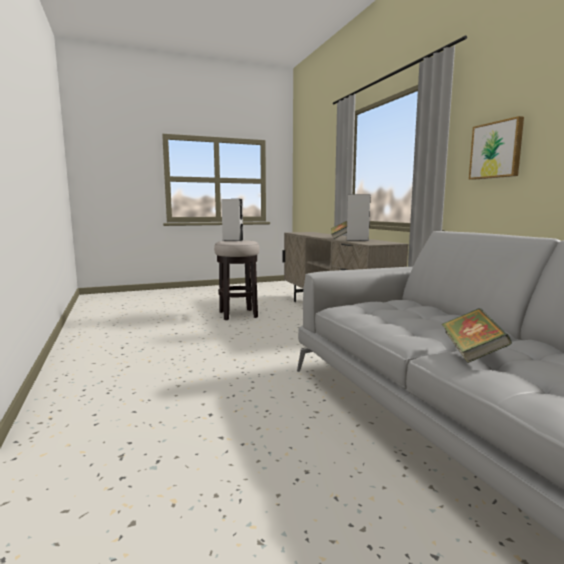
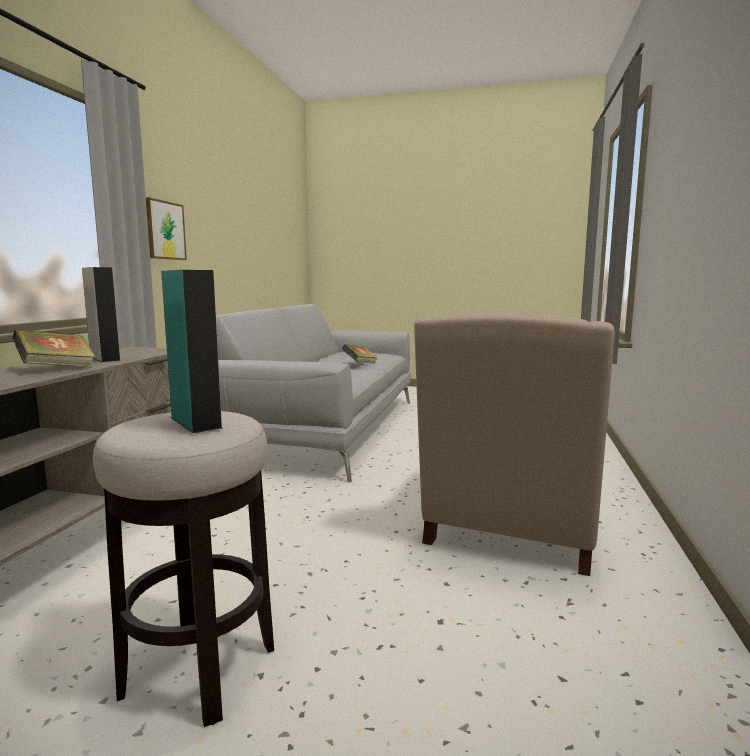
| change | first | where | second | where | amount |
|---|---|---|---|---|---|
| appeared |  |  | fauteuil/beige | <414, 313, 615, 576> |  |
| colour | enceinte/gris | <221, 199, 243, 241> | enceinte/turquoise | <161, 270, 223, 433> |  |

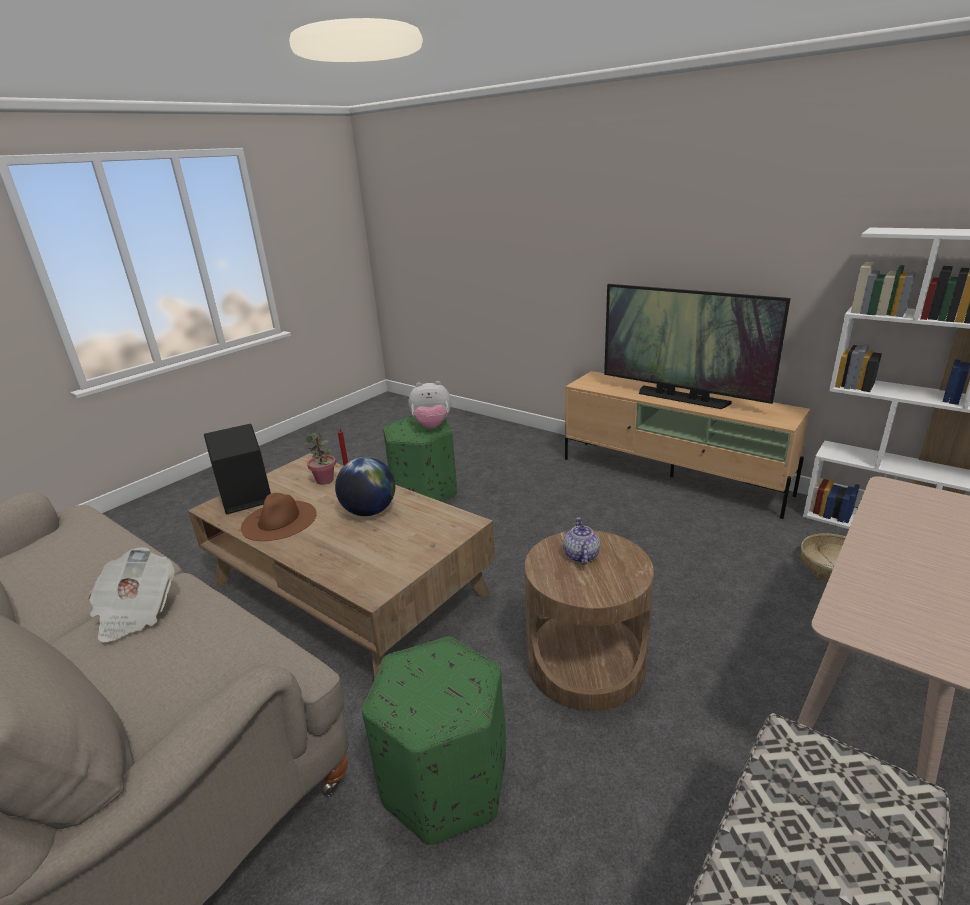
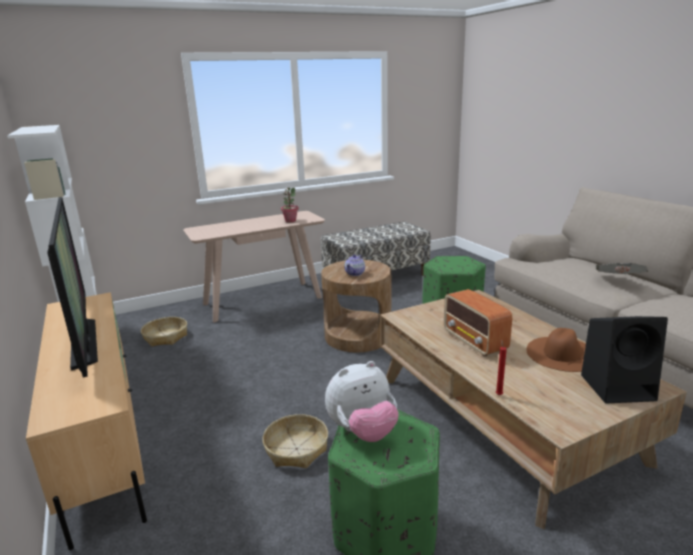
| change | first | where | second | where | amount |
|---|---|---|---|---|---|
| appeared |  |  | panier | <262, 414, 328, 468> |  |
| relocated | plante en pot | <306, 432, 336, 485> |  | <281, 188, 299, 223> |  |
| exchanged | globe | <335, 457, 395, 516> | radio | <444, 289, 512, 357> |  |
| spun | peluche | <408, 381, 451, 429> |  | <325, 361, 399, 442> | 135 degrees clockwise |

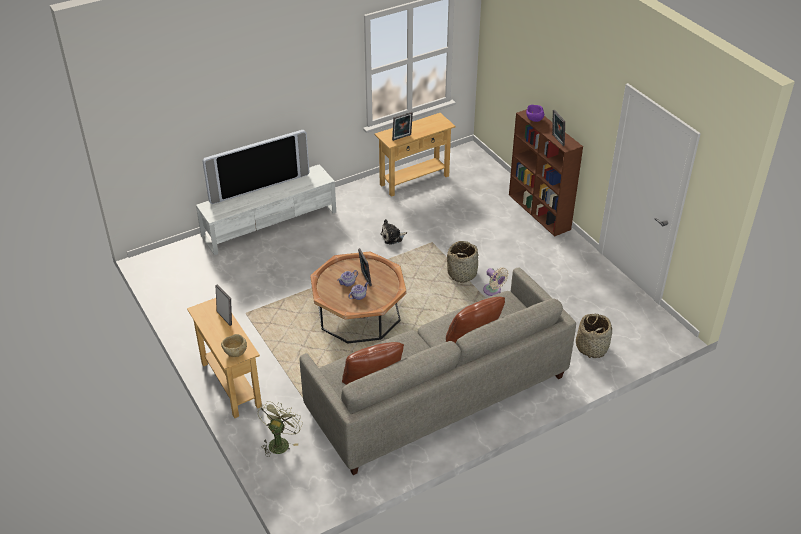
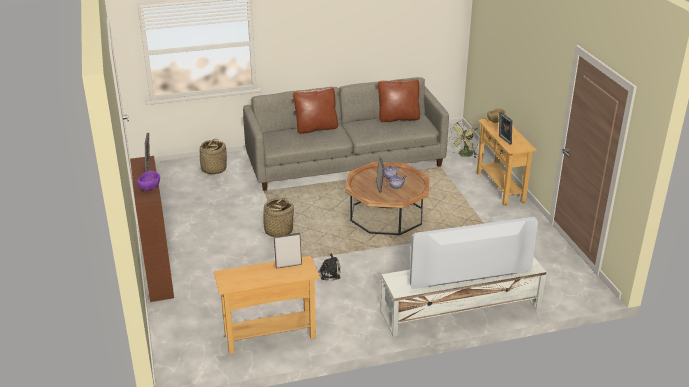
| change | first | where | second | where | amount |
|---|---|---|---|---|---|
| missing | ventilateur/beige | <483, 268, 509, 296> |  |  |  |

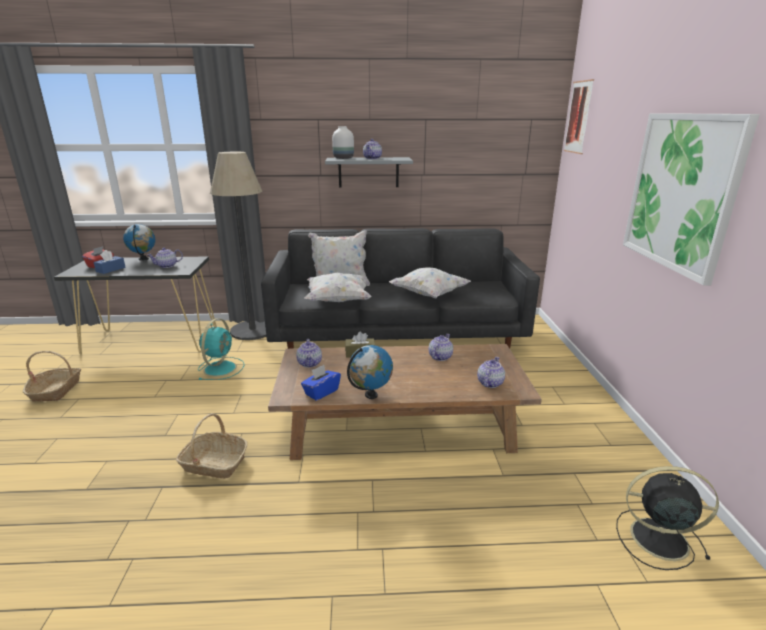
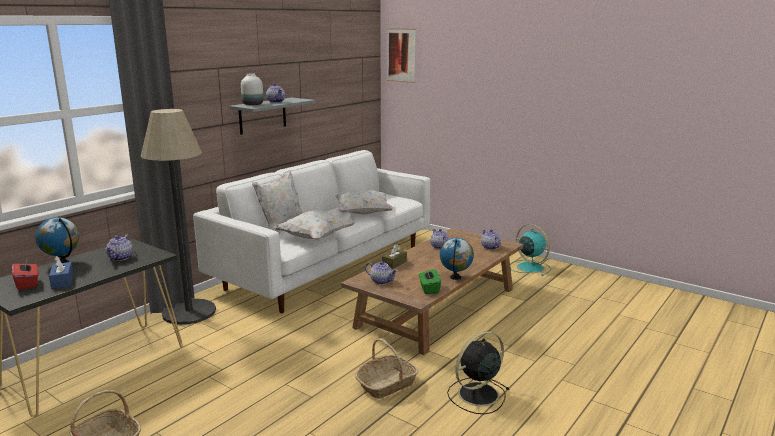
| change | first | where | second | where | amount |
|---|---|---|---|---|---|
| missing | tableau | <623, 113, 760, 286> |  |  |  |
| relocated | ventilateur/turquoise | <198, 318, 245, 380> |  | <510, 224, 551, 276> |  |
| relocated | ventilateur/noir | <616, 466, 719, 570> |  | <447, 331, 509, 414> |  |
| colour | canapé/noir | <261, 228, 540, 349> | canapé/blanc | <193, 150, 431, 313> |  |
| colour | boîte à mouchoirs/bleu | <301, 365, 341, 401> | boîte à mouchoirs/vert | <419, 267, 441, 294> |  |

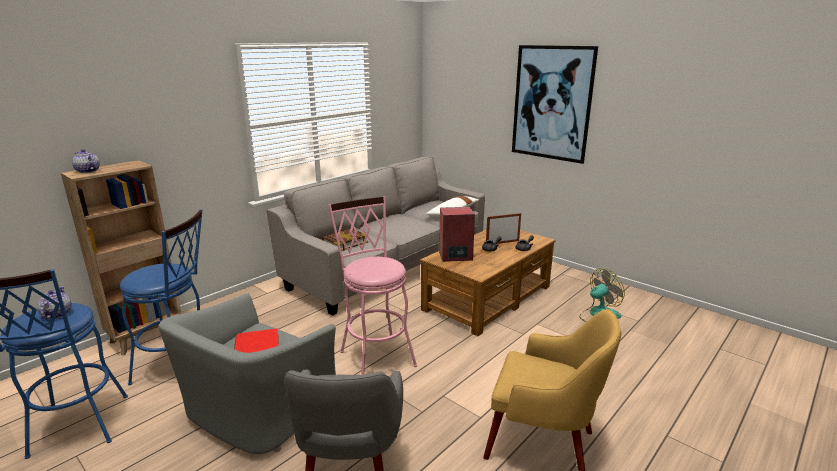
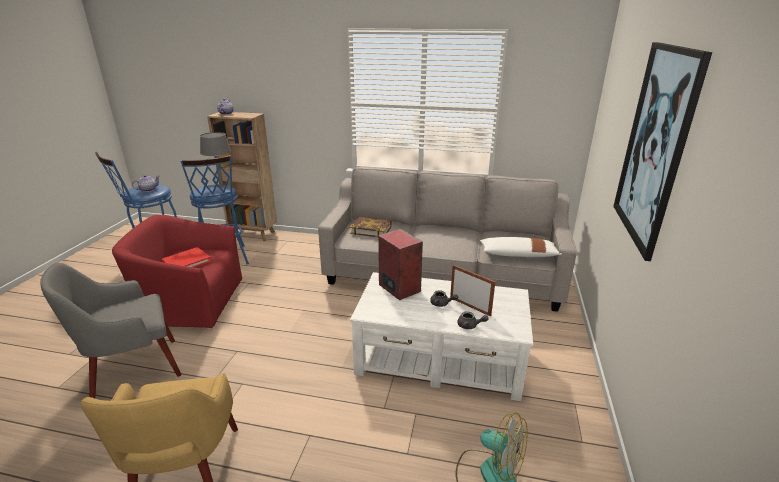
| change | first | where | second | where | amount |
|---|---|---|---|---|---|
| missing | tabouret/rose | <328, 196, 417, 375> |  |  |  |
| appeared |  |  | lampe de table/gris | <200, 132, 231, 187> |  |
| colour | fauteuil/gris | <158, 293, 336, 454> | fauteuil/rouge | <112, 215, 242, 331> |  |
| colour | table basse/marron | <420, 229, 556, 336> | table basse/blanc | <350, 272, 533, 401> |  |

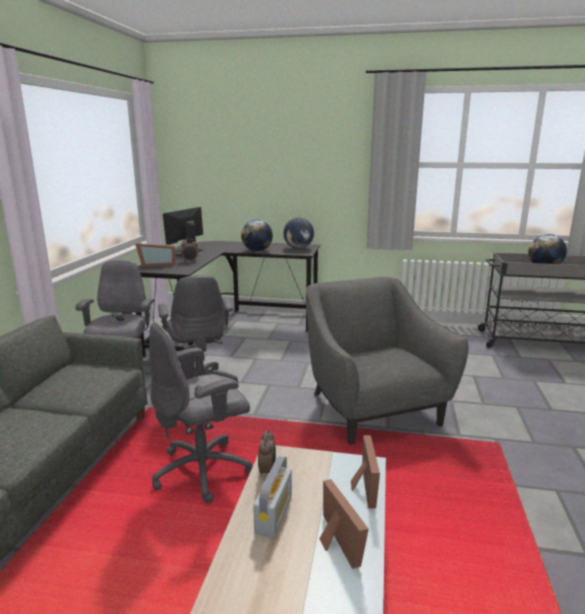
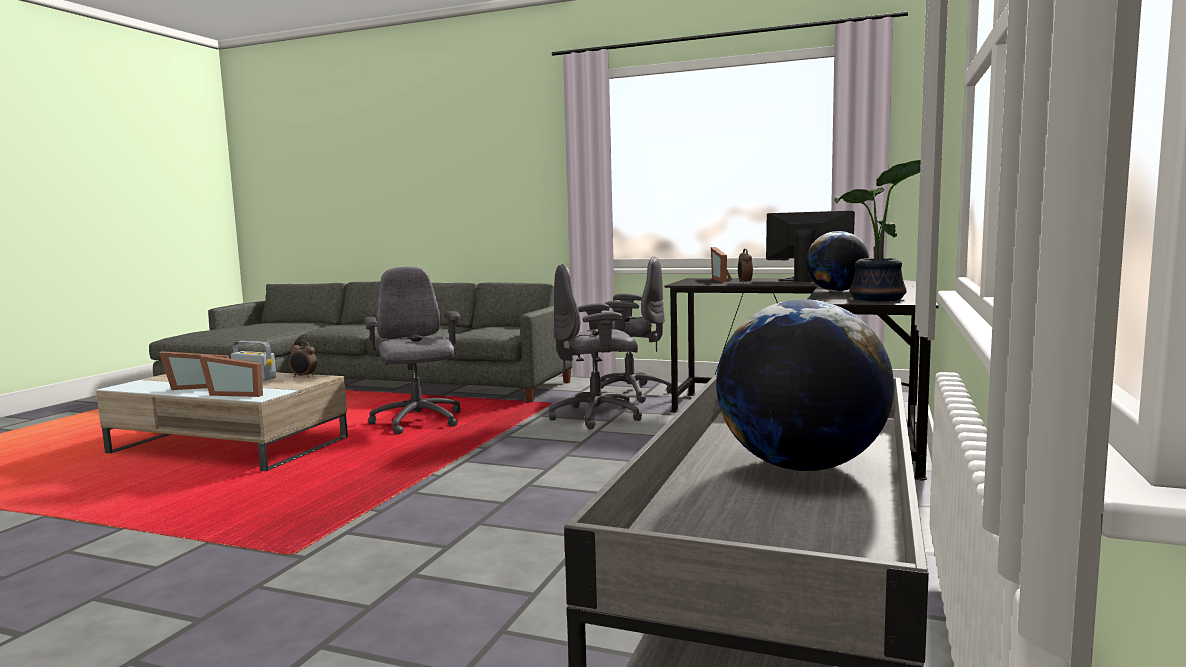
| change | first | where | second | where | amount |
|---|---|---|---|---|---|
| missing | fauteuil/gris | <306, 277, 469, 444> |  |  |  |
| exchanged | globe | <283, 218, 314, 249> | plante en pot | <834, 160, 921, 301> |  |

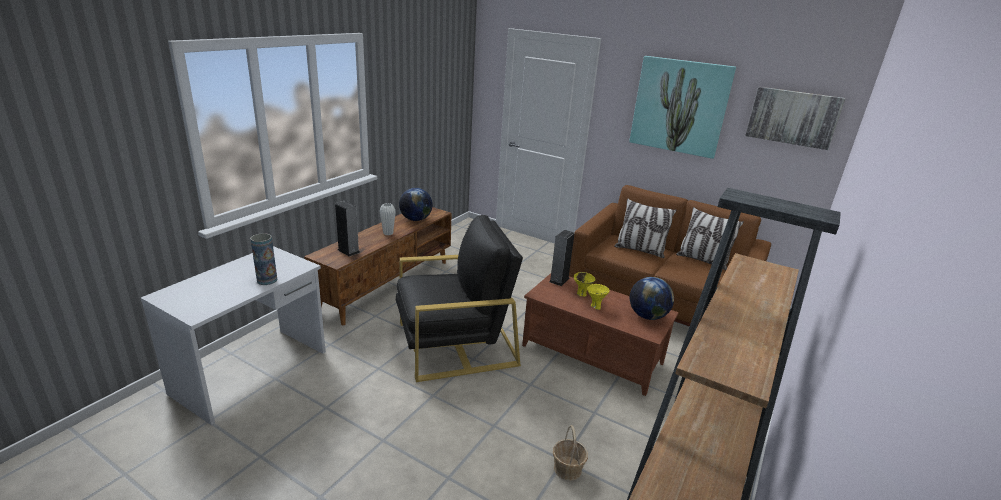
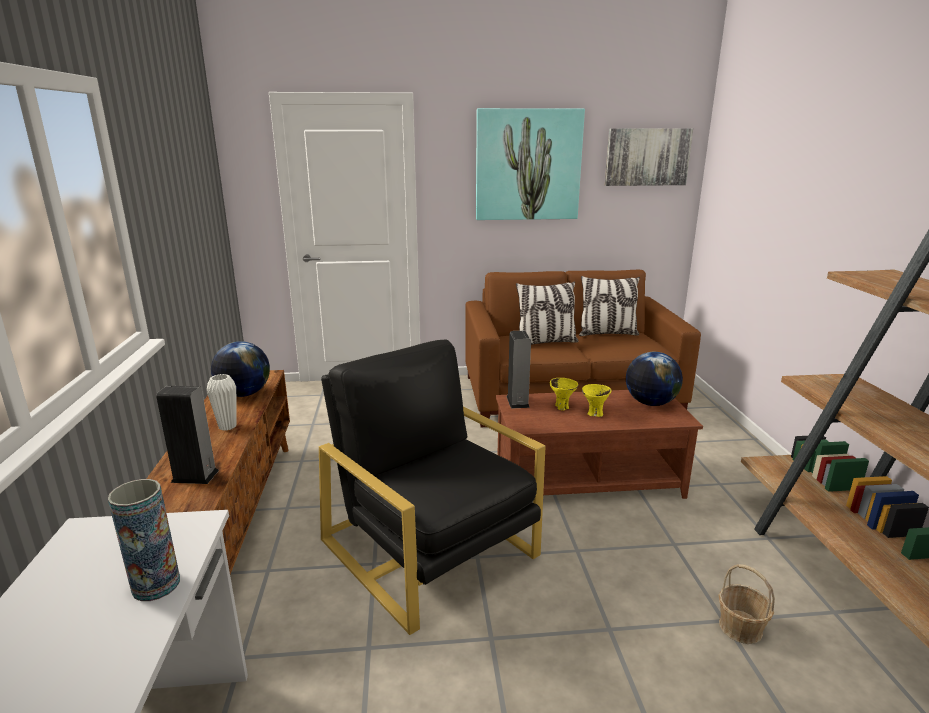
| change | first | where | second | where | amount |
|---|---|---|---|---|---|
| spun | fauteuil/noir | <396, 215, 523, 382> |  | <319, 339, 546, 635> | 75 degrees counterclockwise |

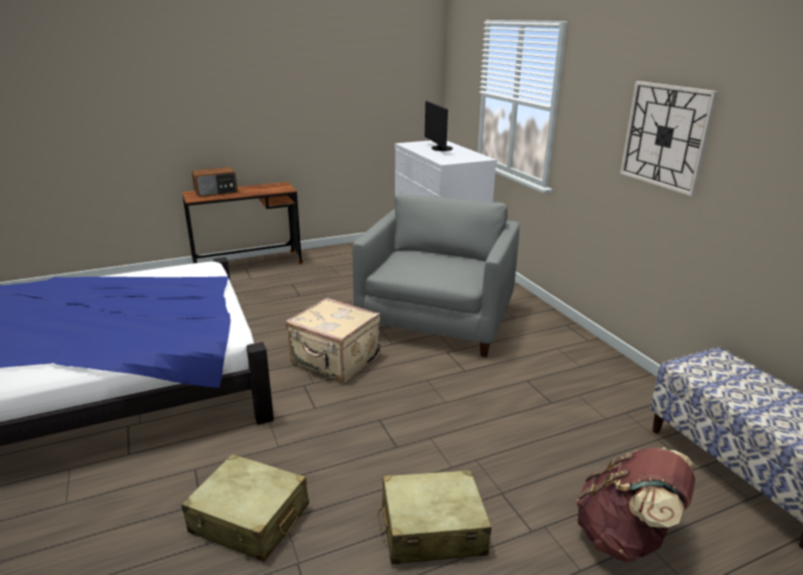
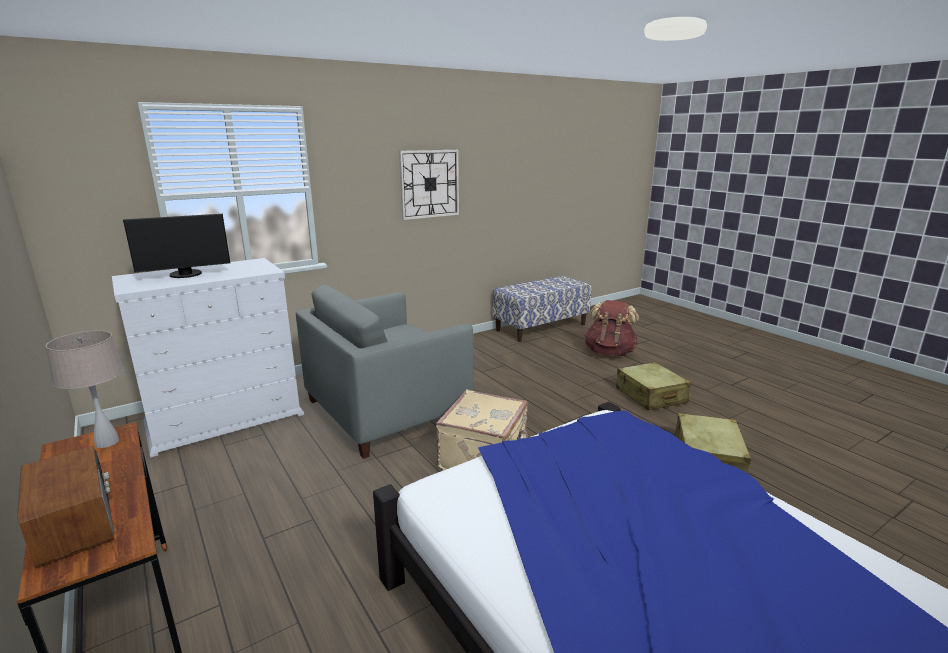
| change | first | where | second | where | amount |
|---|---|---|---|---|---|
| appeared |  |  | lampe de table/beige | <45, 330, 124, 448> |  |
| spun | fauteuil/gris | <352, 194, 520, 357> |  | <296, 285, 474, 459> | 45 degrees counterclockwise |

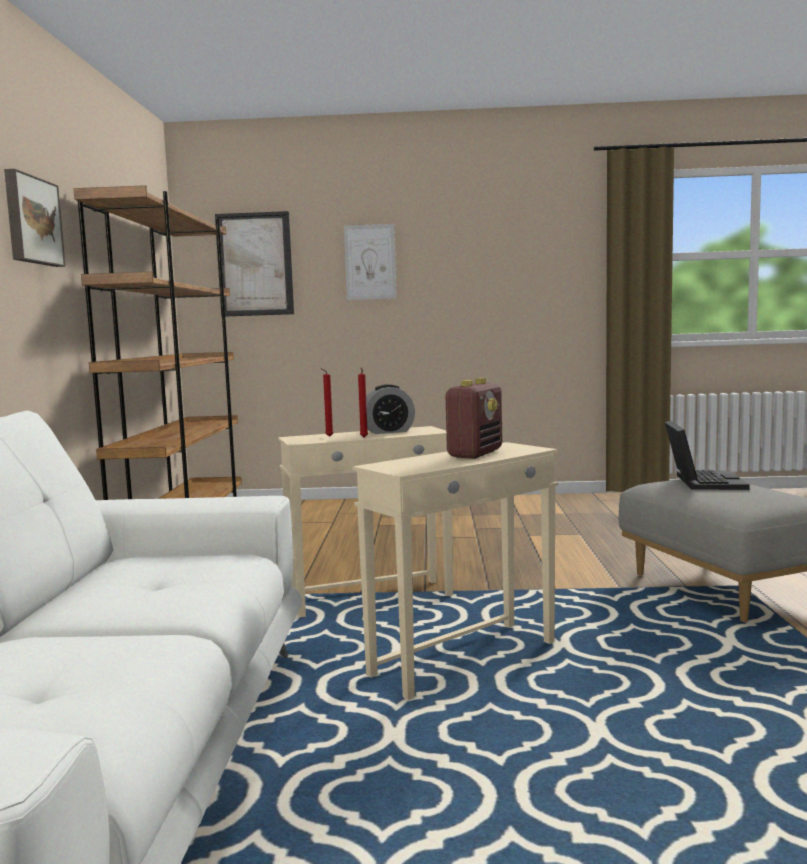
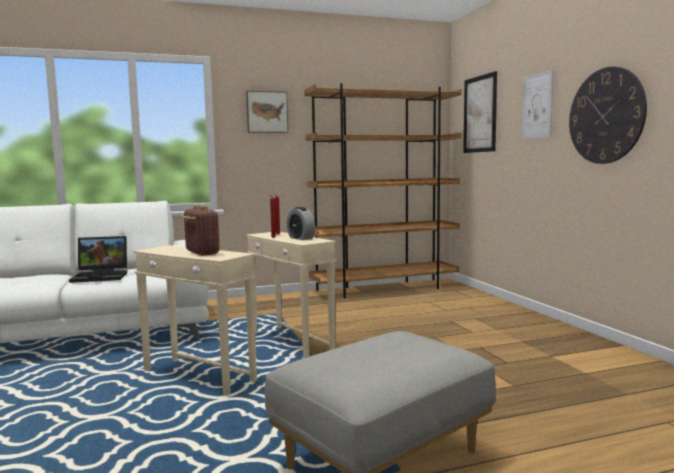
| change | first | where | second | where | amount |
|---|---|---|---|---|---|
| appeared |  |  | horloge murale | <569, 67, 647, 164> |  |
| relocated | ordinateur portable | <665, 421, 750, 490> |  | <69, 236, 127, 283> |  |
| spun | radio | <444, 378, 502, 459> |  | <181, 205, 220, 256> | 135 degrees counterclockwise |

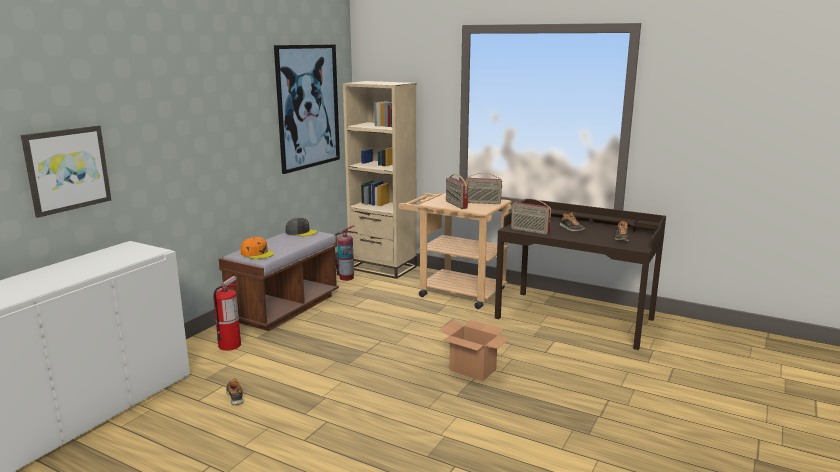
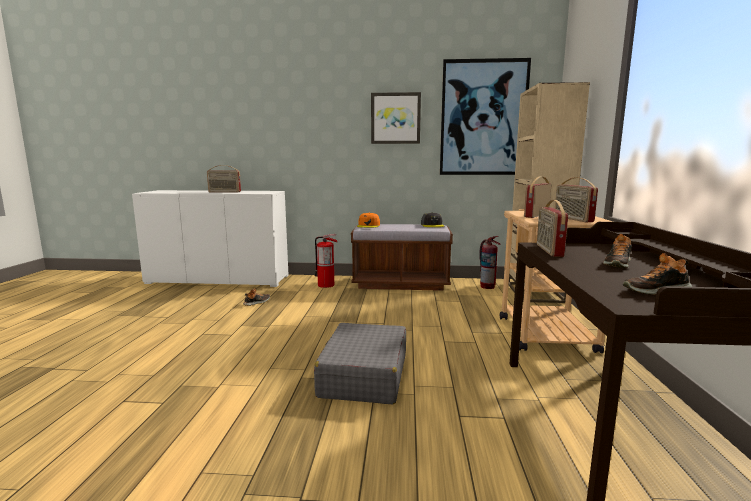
| change | first | where | second | where | amount |
|---|---|---|---|---|---|
| appeared |  |  | radio | <207, 165, 241, 193> |  |
| relocated | tableau | <21, 125, 111, 218> |  | <371, 92, 421, 144> |  |
| exchanged | carton | <439, 320, 510, 381> | valise/gris | <314, 323, 406, 404> |  |

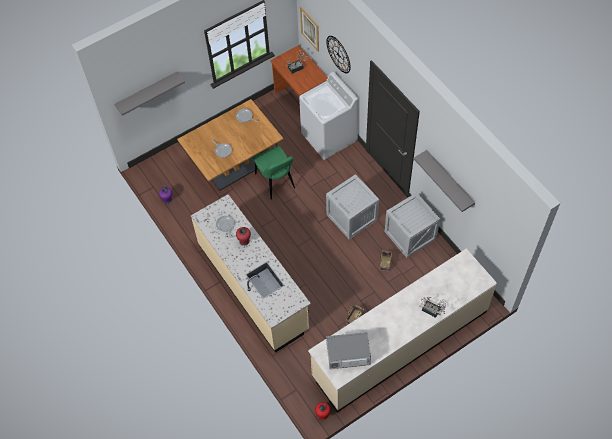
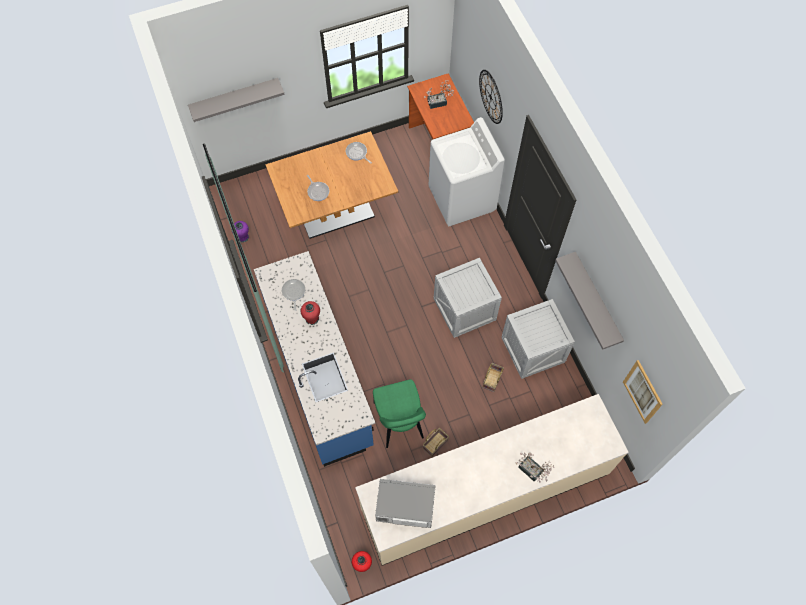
| change | first | where | second | where | amount |
|---|---|---|---|---|---|
| relocated | chaise/vert | <254, 146, 295, 200> |  | <373, 379, 426, 448> |  |
| relocated | tableau | <300, 7, 319, 52> |  | <623, 360, 663, 424> |  |
| colour | comptoir de cuisine/beige | <191, 194, 311, 353> | comptoir de cuisine/bleu | <254, 251, 375, 467> |  |

